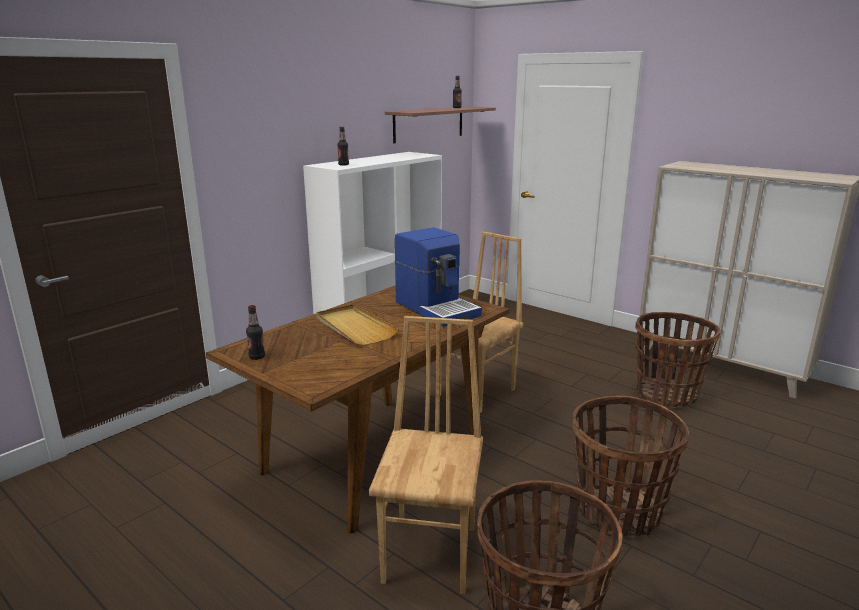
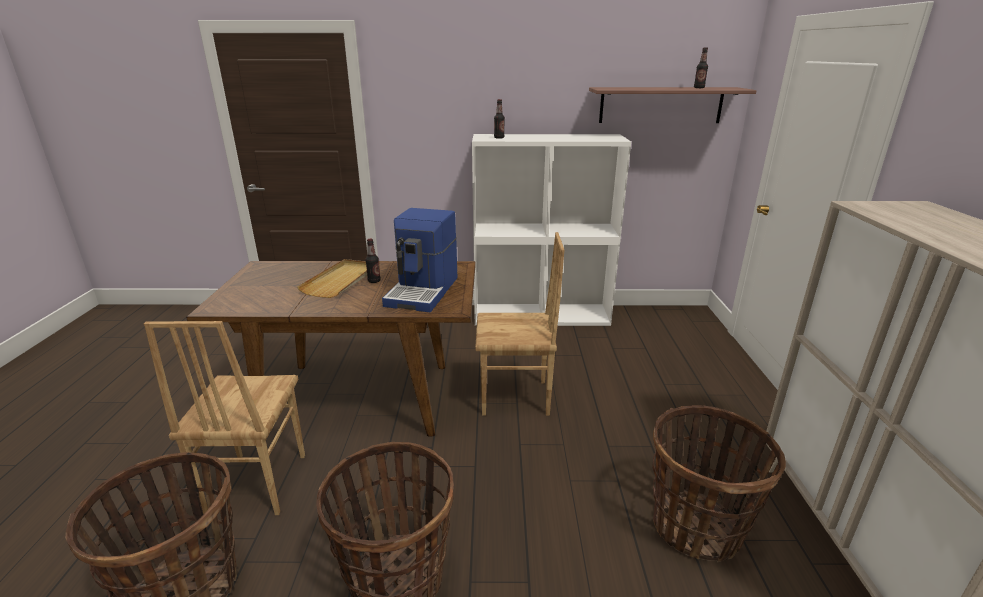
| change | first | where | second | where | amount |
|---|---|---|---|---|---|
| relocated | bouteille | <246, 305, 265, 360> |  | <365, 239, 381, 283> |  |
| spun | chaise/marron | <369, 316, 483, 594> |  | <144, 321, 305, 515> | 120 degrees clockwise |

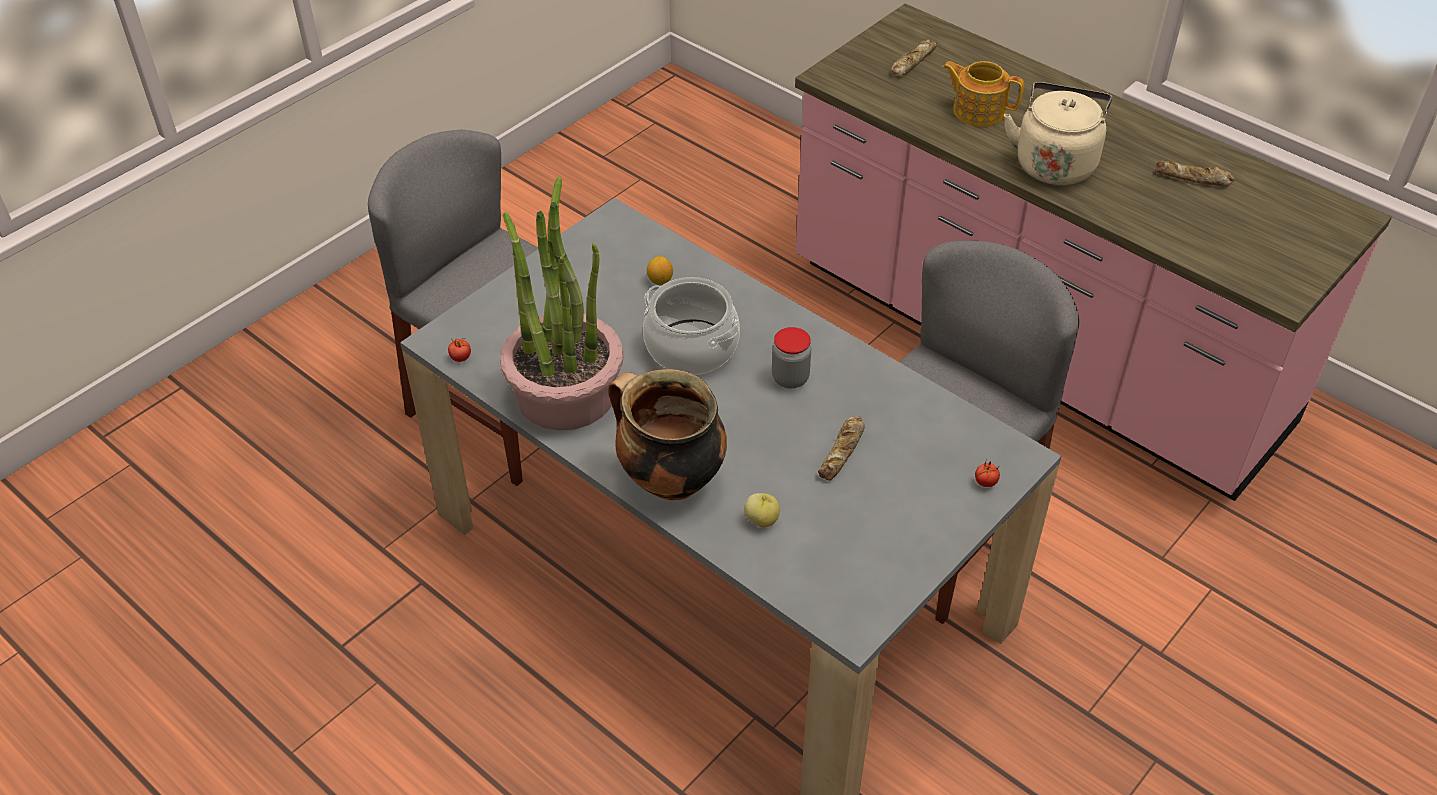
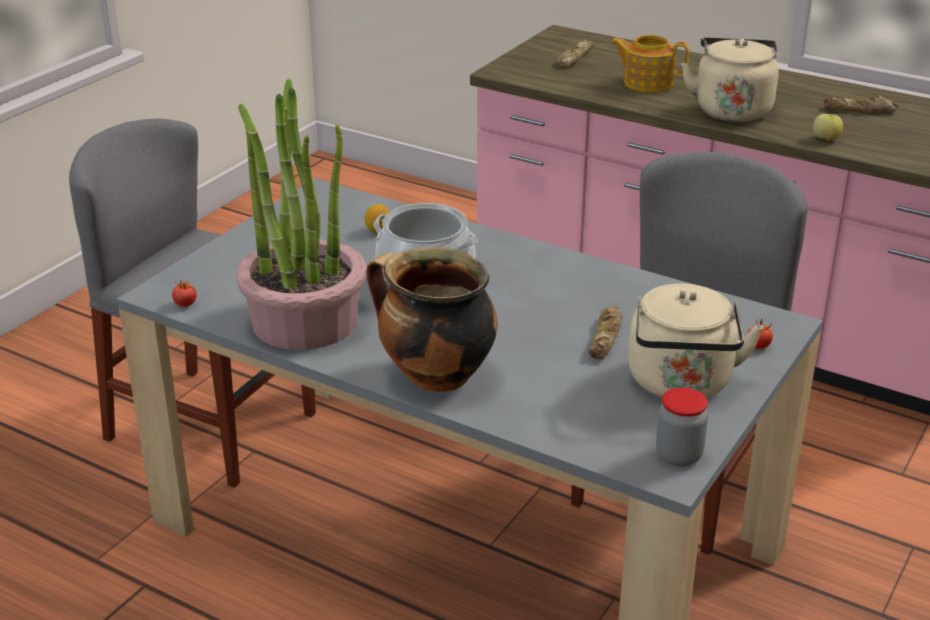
| change | first | where | second | where | amount |
|---|---|---|---|---|---|
| appeared |  |  | bouilloire/beige | <628, 283, 763, 398> |  |
| relocated | pomme | <744, 493, 780, 528> |  | <813, 113, 843, 141> |  |
| relocated | bocal | <772, 327, 811, 388> |  | <656, 388, 708, 466> |  |

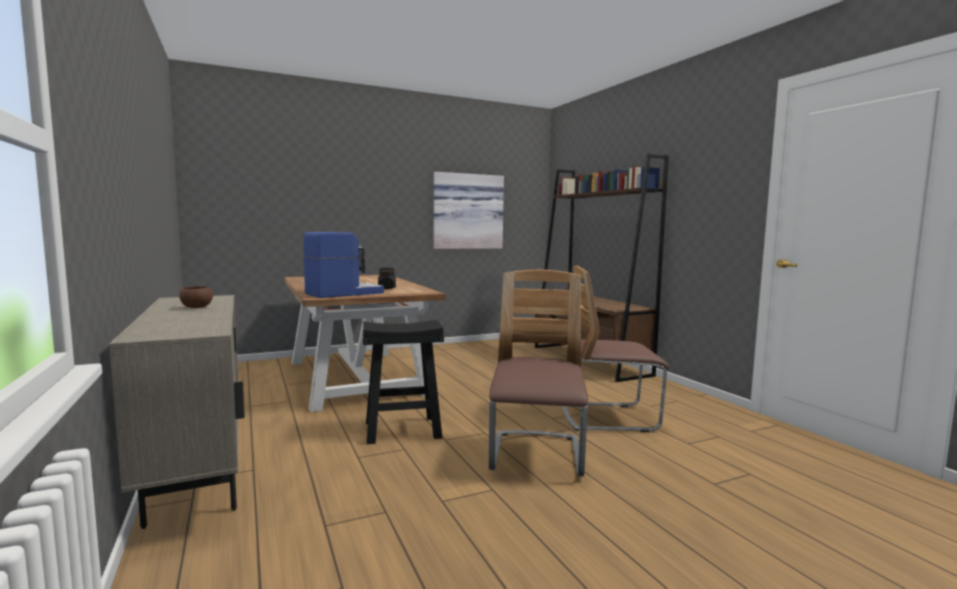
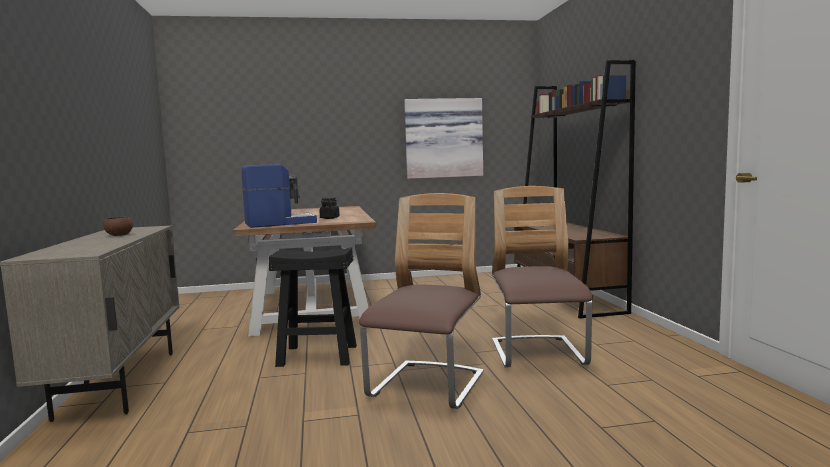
| change | first | where | second | where | amount |
|---|---|---|---|---|---|
| spun | chaise | <563, 266, 669, 432> |  | <492, 186, 593, 368> | 75 degrees clockwise |

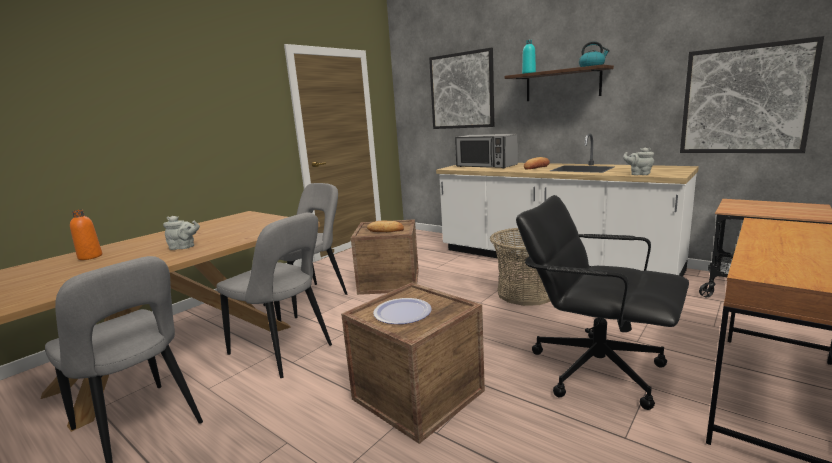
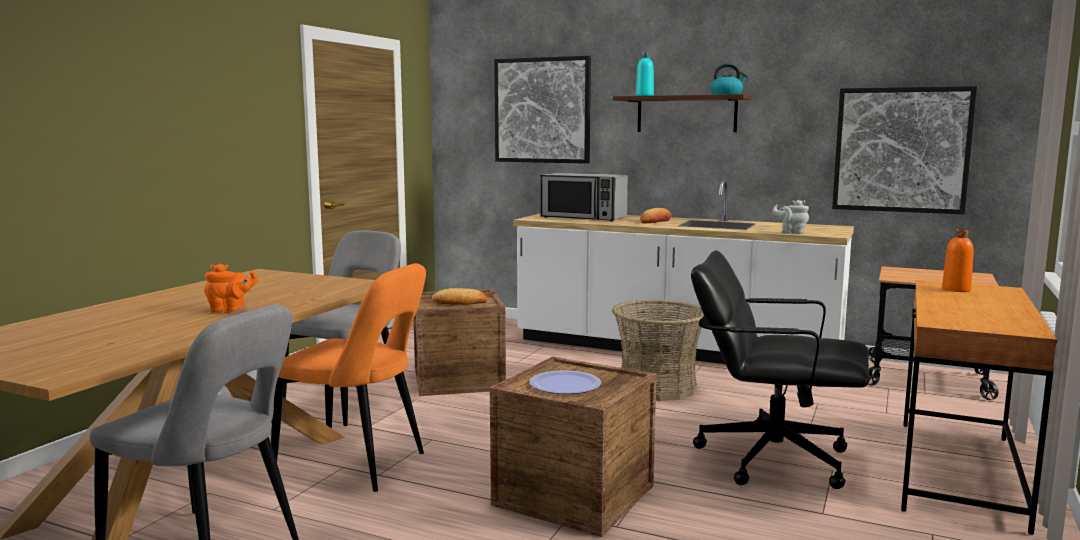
| change | first | where | second | where | amount |
|---|---|---|---|---|---|
| relocated | bouteille/orange | <70, 210, 102, 260> |  | <942, 229, 974, 292> |  |
| colour | théière/gris | <163, 216, 200, 250> | théière/orange | <204, 264, 258, 312> |  |
| colour | chaise/gris | <217, 212, 332, 378> | chaise/orange | <271, 263, 426, 492> |  |

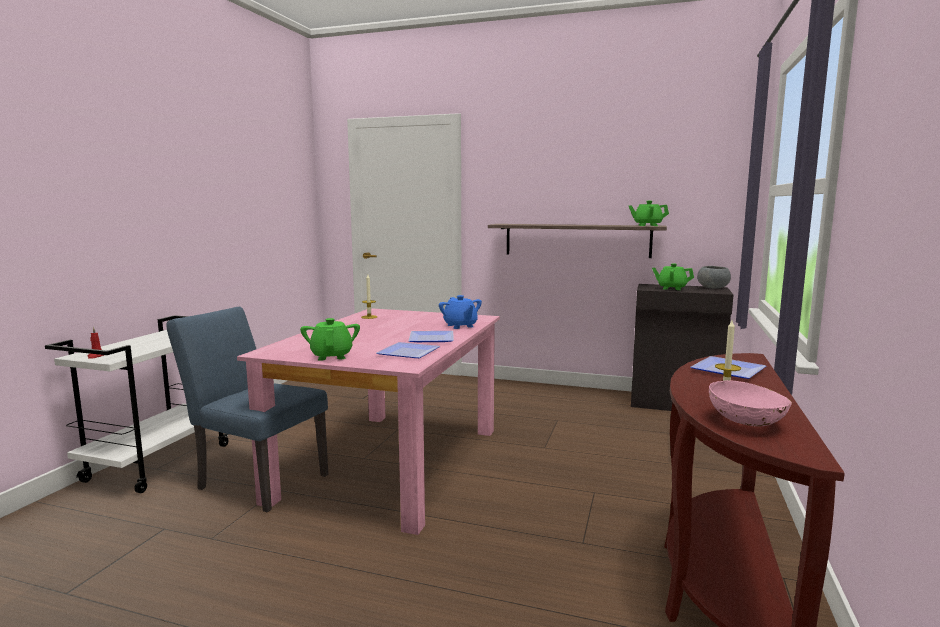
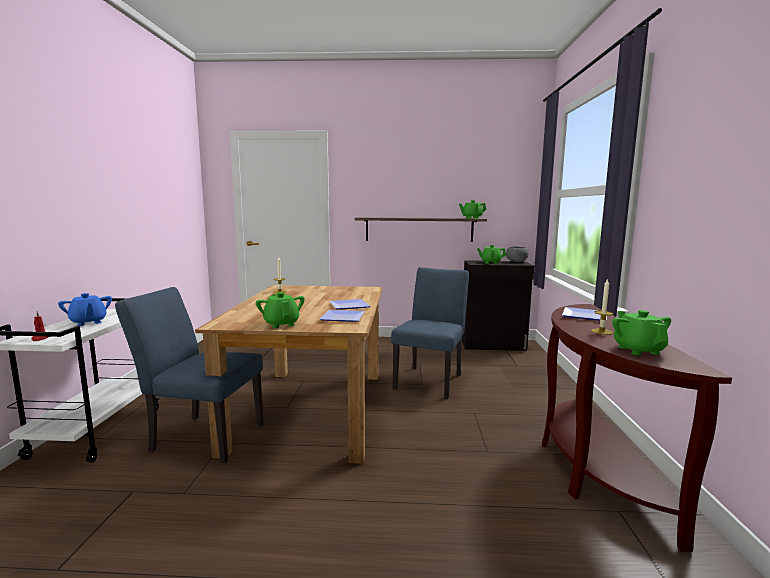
| change | first | where | second | where | amount |
|---|---|---|---|---|---|
| appeared |  |  | chaise/bleu | <391, 267, 469, 399> |  |
| relocated | théière/bleu | <439, 295, 482, 329> |  | <58, 293, 112, 326> |  |
| exchanged | bol/rose | <709, 380, 792, 427> | théière/vert | <612, 310, 671, 355> |  |
| colour | table à manger/rose | <237, 308, 500, 535> | table à manger/marron | <195, 285, 382, 464> |  |

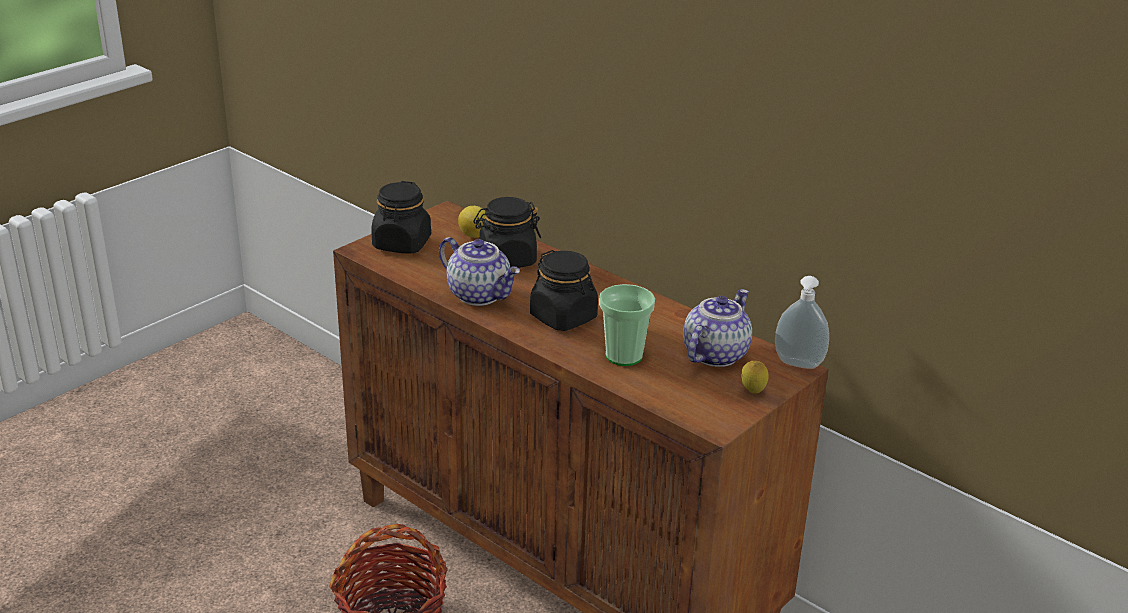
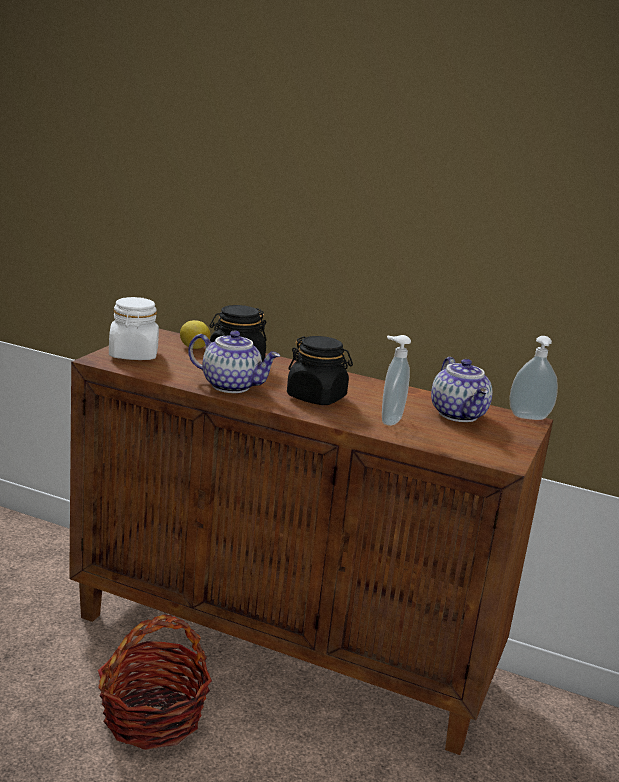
| change | first | where | second | where | amount |
|---|---|---|---|---|---|
| missing | citron | <741, 361, 769, 393> |  |  |  |
| exchanged | tasse | <599, 284, 655, 366> | distributeur de savon | <382, 335, 411, 426> |  |
| colour | bocal/noir | <371, 181, 431, 254> | bocal/blanc | <109, 297, 159, 360> |  |
| spun | théière | <683, 289, 752, 367> |  | <431, 357, 492, 422> | 150 degrees clockwise |

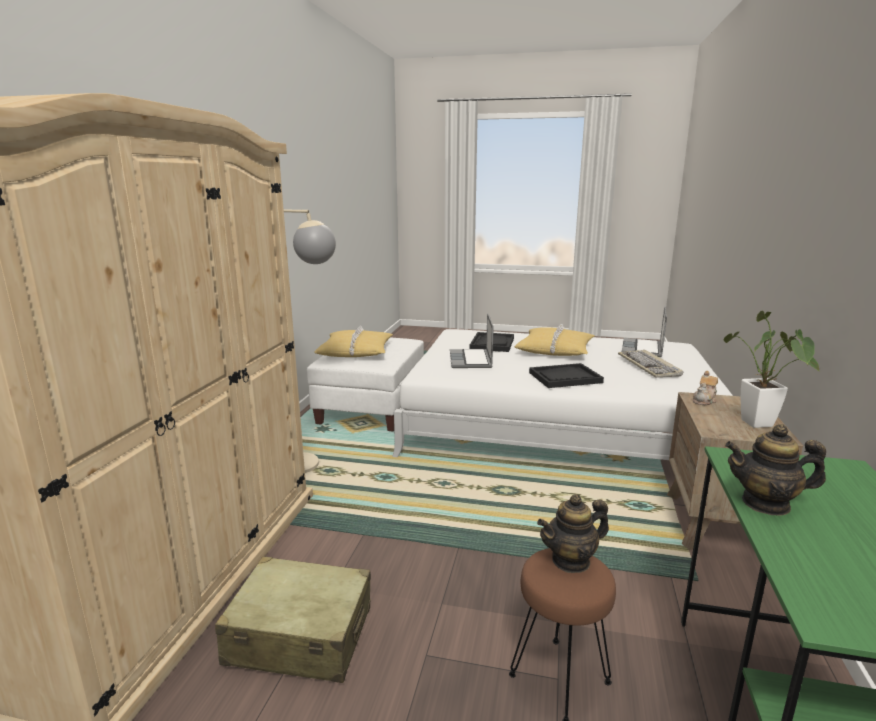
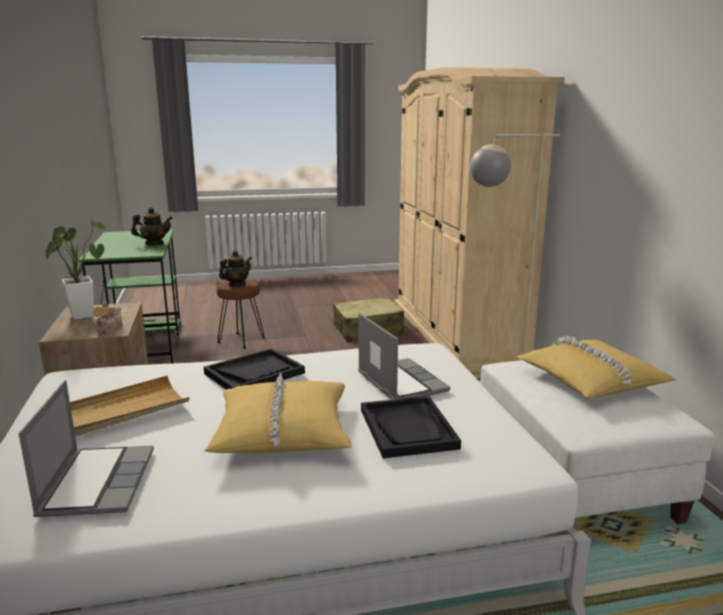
| change | first | where | second | where | amount |
|---|---|---|---|---|---|
| exchanged | clavier | <618, 350, 683, 378> | plateau/beige | <70, 375, 189, 437> |  |

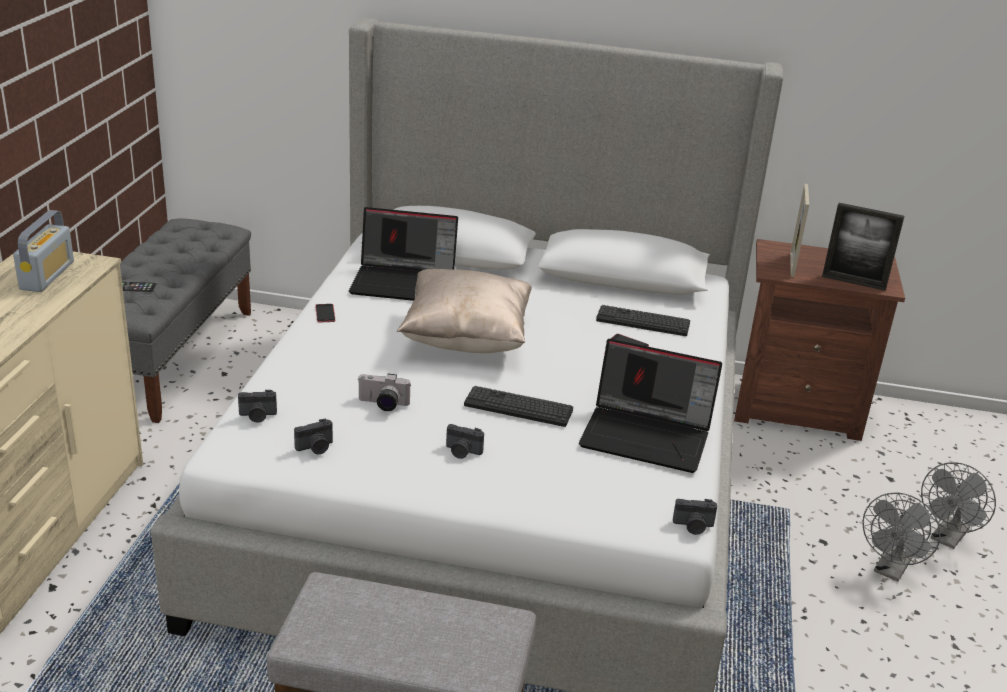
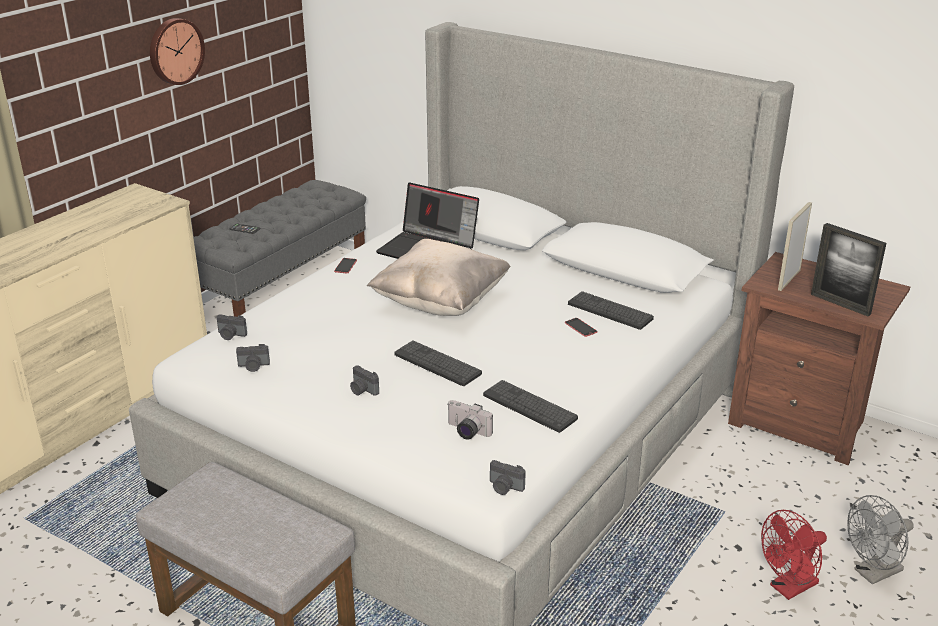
| change | first | where | second | where | amount |
|---|---|---|---|---|---|
| missing | radio | <13, 210, 74, 292> |  |  |  |
| appeared |  |  | horloge murale | <150, 18, 205, 85> |  |
| relocated | appareil photo | <357, 374, 411, 411> |  | <448, 400, 493, 440> |  |
| exchanged | ordinateur portable | <579, 339, 722, 473> | clavier | <483, 380, 578, 433> |  |
| colour | ventilateur/gris | <863, 492, 940, 582> | ventilateur/rouge | <761, 510, 827, 600> |  |

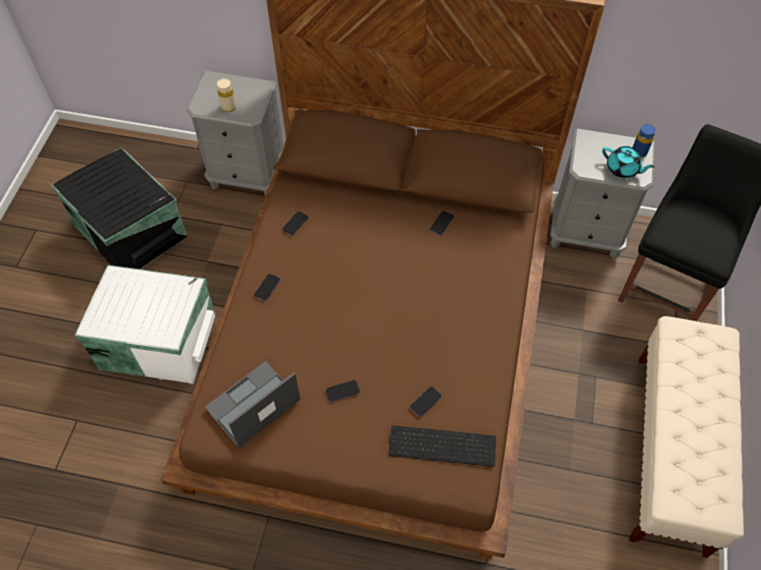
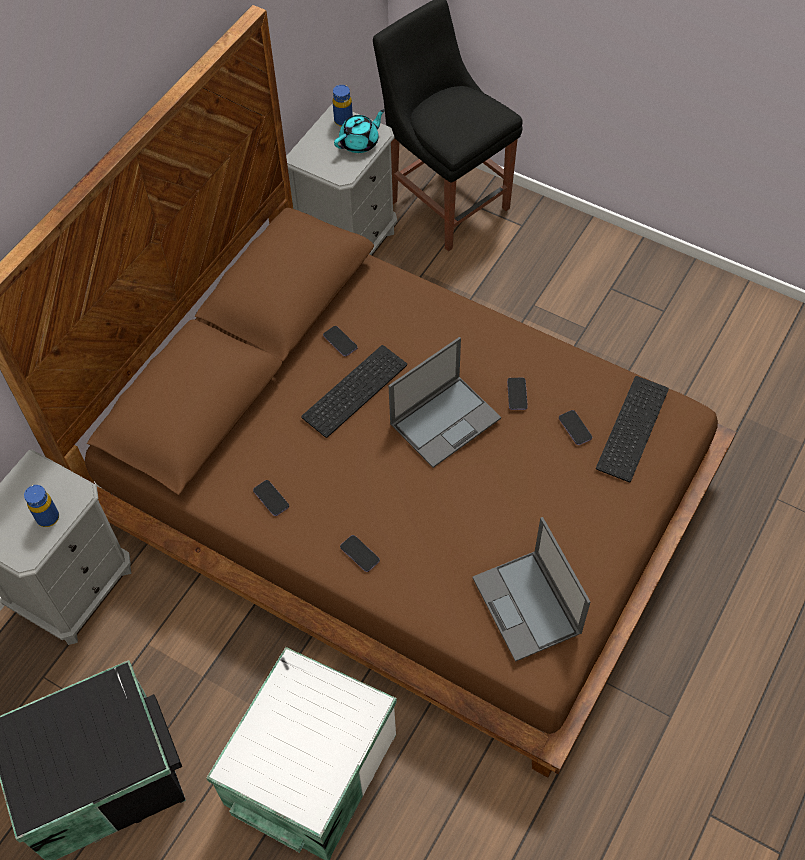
| change | first | where | second | where | amount |
|---|---|---|---|---|---|
| missing | banc/beige | <630, 316, 744, 558> |  |  |  |
| appeared |  |  | clavier | <301, 345, 407, 438> |  |
| appeared |  |  | ordinateur portable | <388, 337, 501, 468> |  |
| relocated | téléphone | <326, 380, 360, 402> |  | <507, 378, 528, 410> |  |
| colour | bouteille/beige | <217, 79, 236, 112> | bouteille/bleu | <24, 485, 59, 527> |  |

